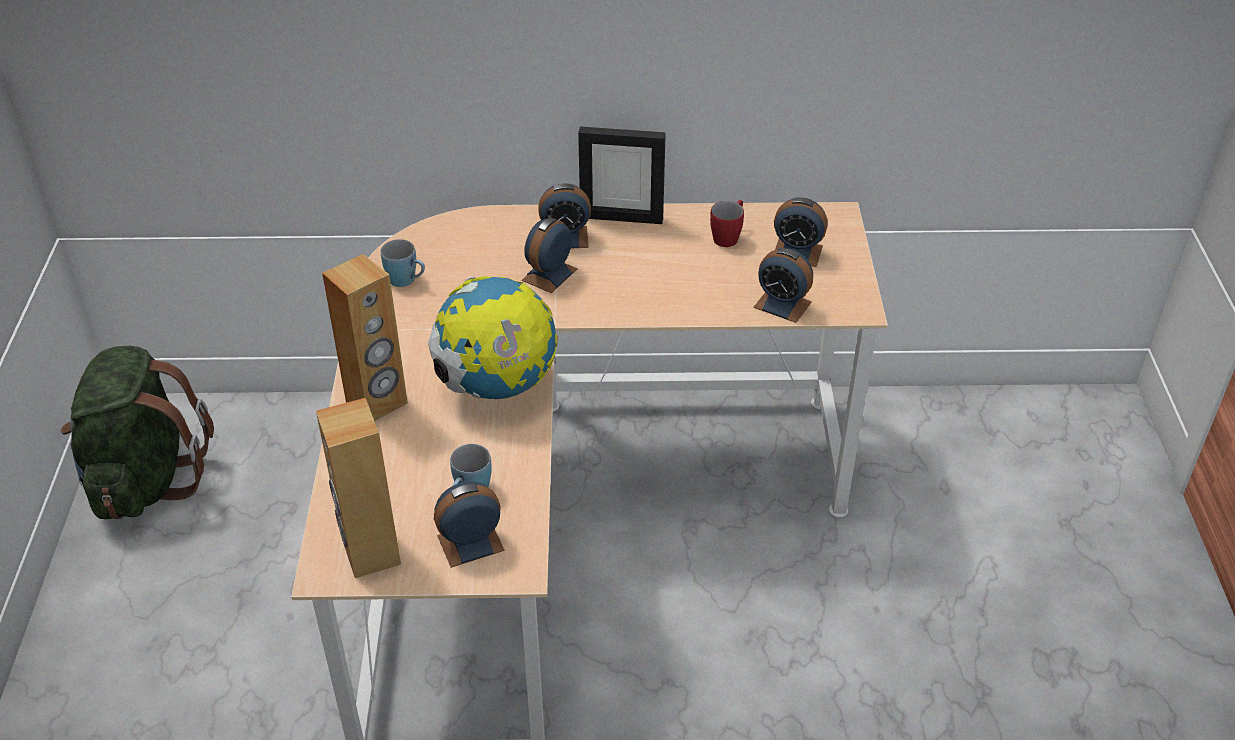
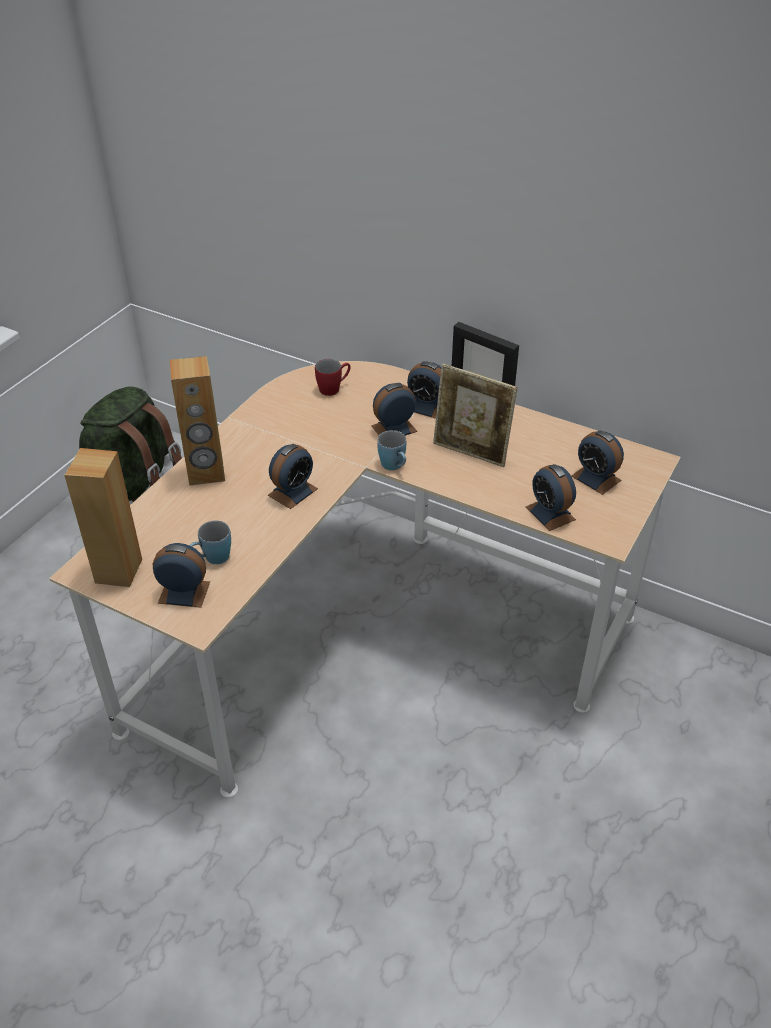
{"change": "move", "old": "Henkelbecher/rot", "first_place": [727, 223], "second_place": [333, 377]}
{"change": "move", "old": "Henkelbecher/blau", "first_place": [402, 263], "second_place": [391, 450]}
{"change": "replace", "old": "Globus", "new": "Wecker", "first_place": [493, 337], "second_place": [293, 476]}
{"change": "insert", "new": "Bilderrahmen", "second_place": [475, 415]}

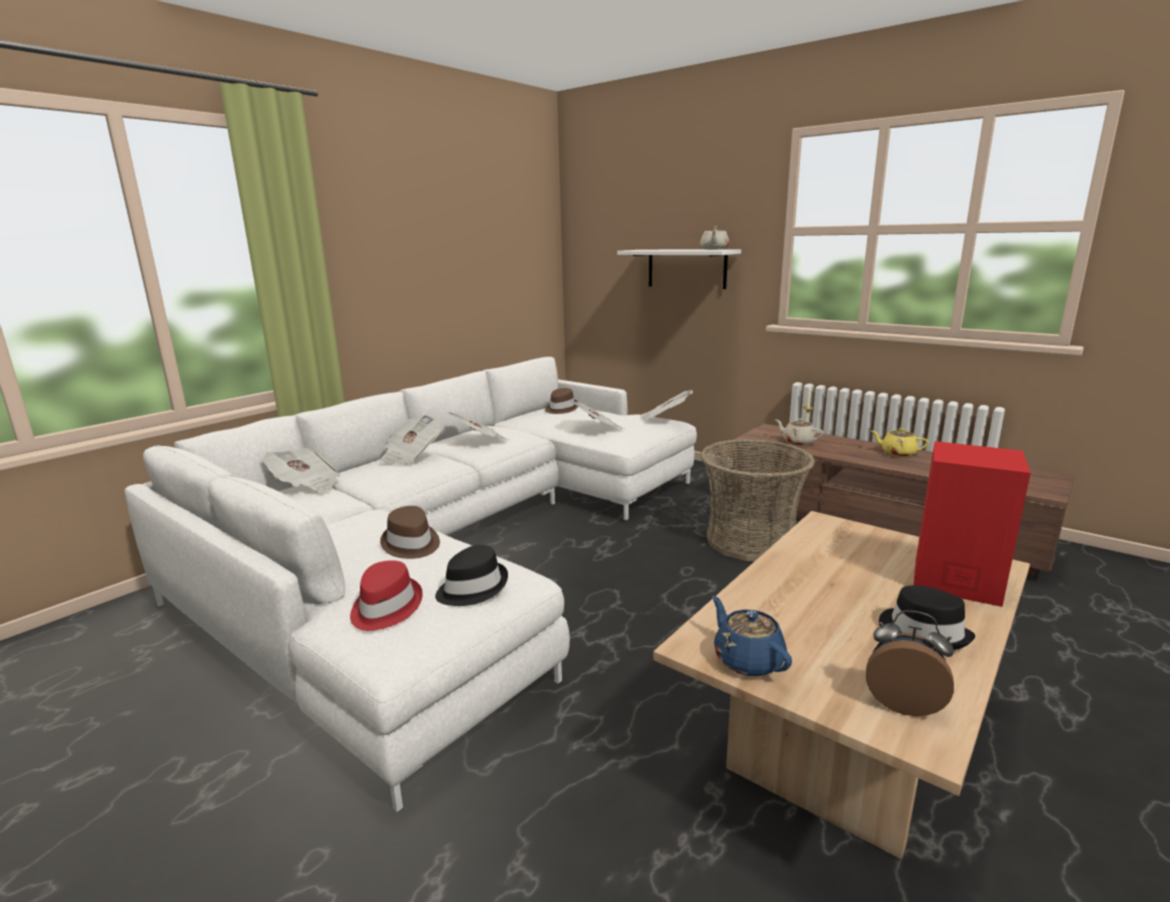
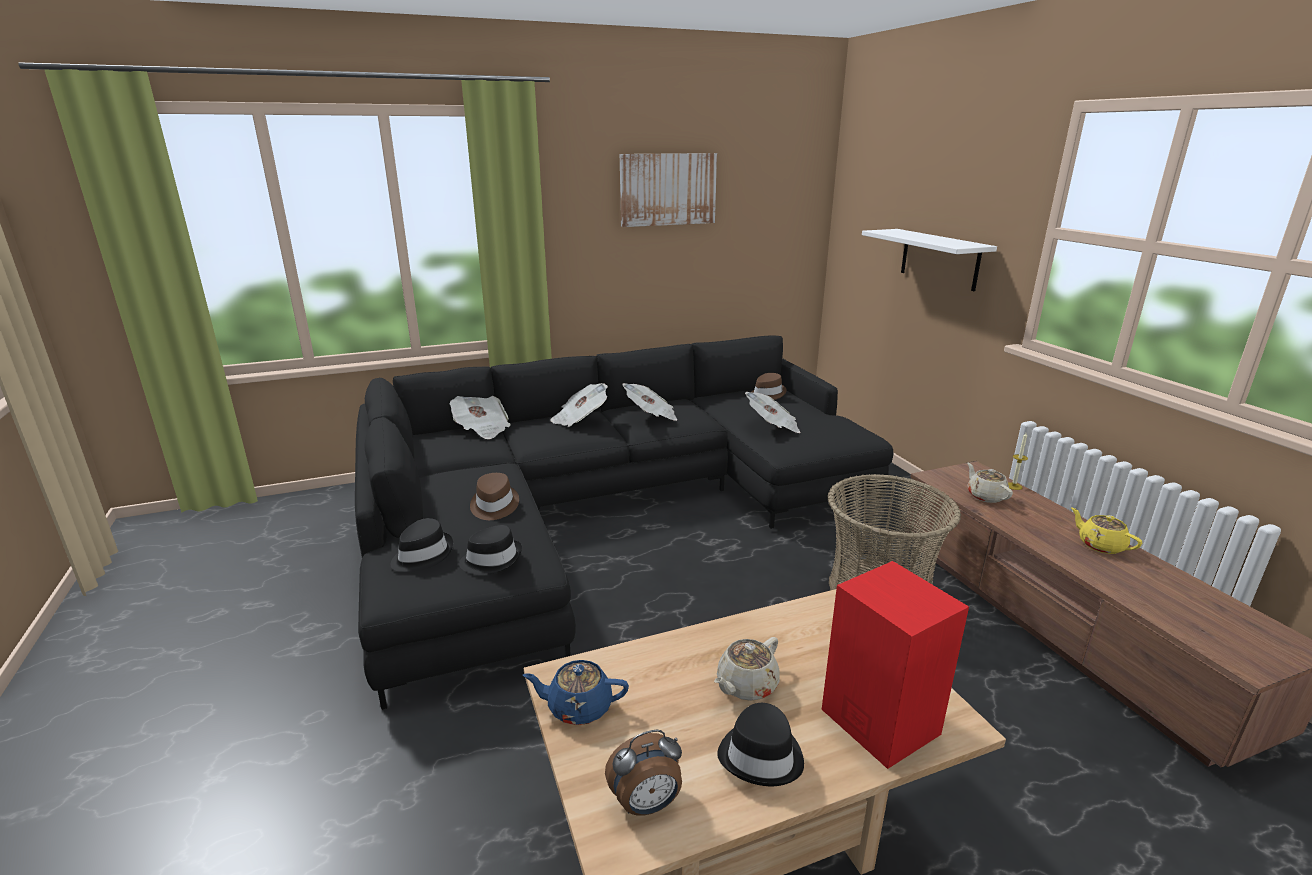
{"change": "move", "old": "Teekanne/beige", "first_place": [714, 238], "second_place": [747, 669]}
{"change": "recolor", "old": "Sofa/weiß", "new": "Sofa/schwarz", "first_place": [410, 584], "second_place": [624, 522]}
{"change": "delete", "old": "Zeitung", "first_place": [666, 405]}
{"change": "recolor", "old": "Hut/rot", "new": "Hut/schwarz", "first_place": [386, 595], "second_place": [422, 545]}
{"change": "rotate", "old": "Teekanne/blau", "first_place": [752, 636], "second_place": [576, 692], "degrees": -90}
{"change": "rotate", "old": "Wecker", "first_place": [910, 663], "second_place": [643, 773], "degrees": 105}
{"change": "insert", "new": "Bild", "second_place": [668, 190]}

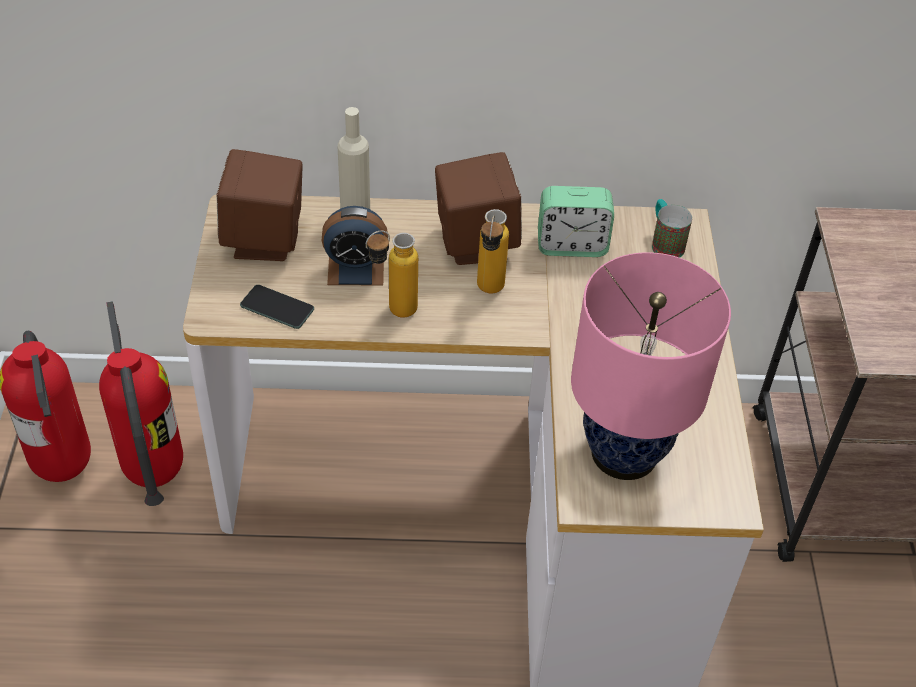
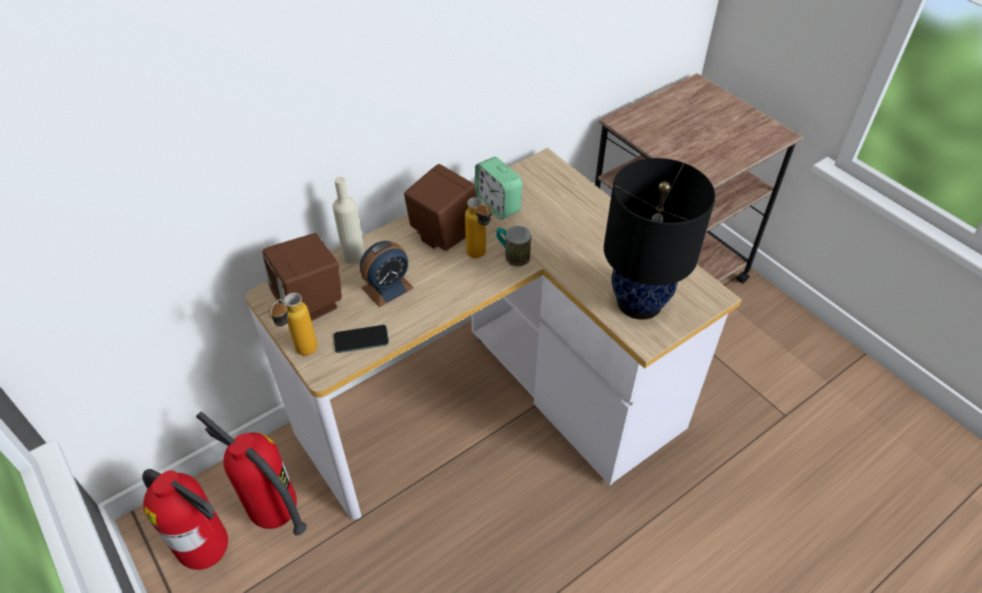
{"change": "rotate", "old": "Wecker", "first_place": [576, 221], "second_place": [499, 188], "degrees": 90}
{"change": "move", "old": "Henkelbecher", "first_place": [672, 228], "second_place": [513, 246]}
{"change": "move", "old": "Flasche", "first_place": [392, 274], "second_place": [293, 324]}
{"change": "recolor", "old": "Tischlampe/rosa", "new": "Tischlampe/schwarz", "first_place": [651, 366], "second_place": [659, 239]}

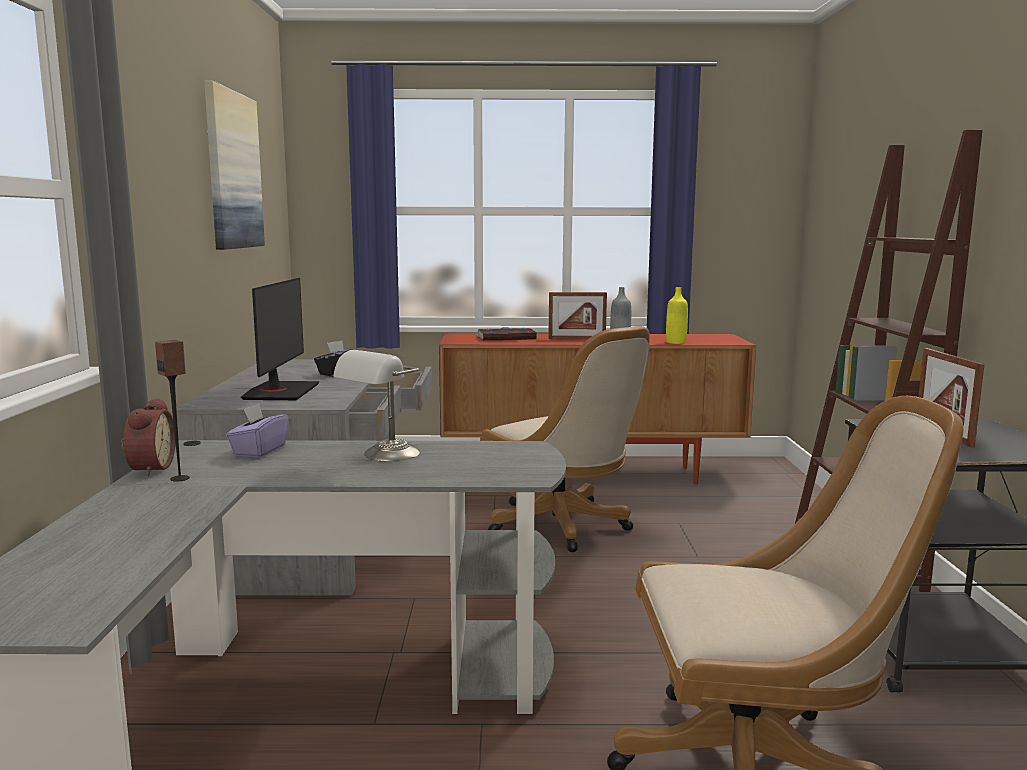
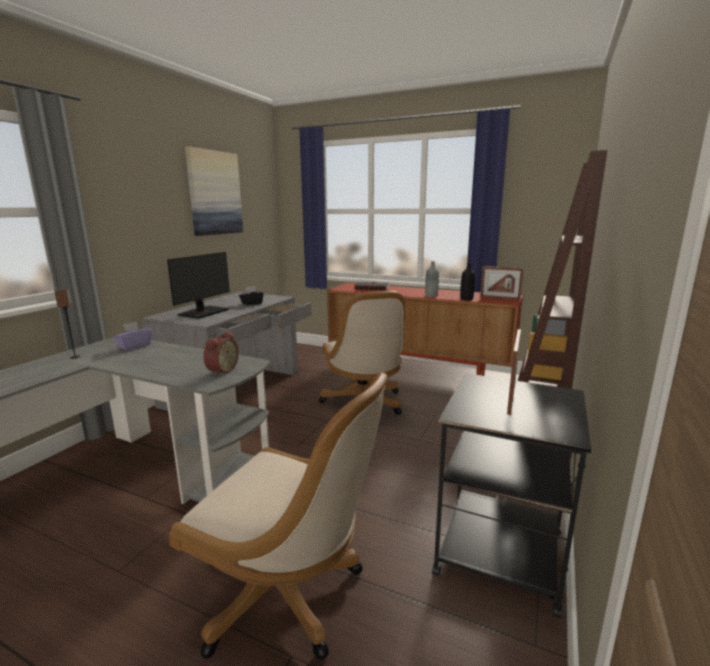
{"change": "recolor", "old": "Flasche/gelb", "new": "Flasche/schwarz", "first_place": [677, 315], "second_place": [467, 281]}
{"change": "move", "old": "Bilderrahmen", "first_place": [577, 315], "second_place": [502, 283]}
{"change": "delete", "old": "Tischlampe/weiß", "first_place": [376, 405]}
{"change": "move", "old": "Wecker", "first_place": [148, 437], "second_place": [221, 353]}

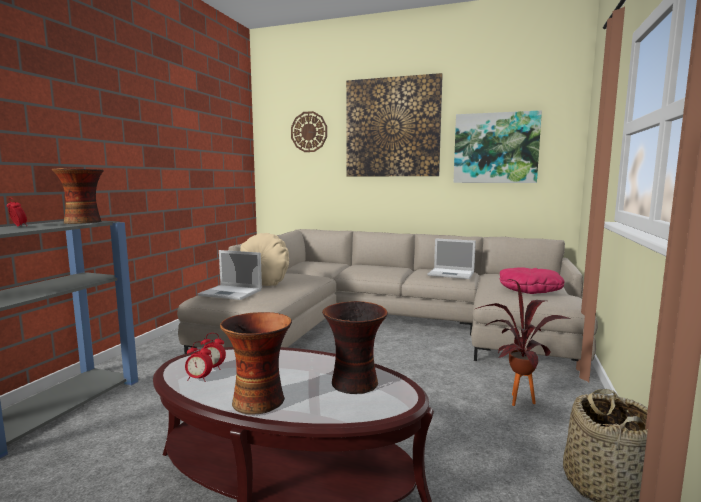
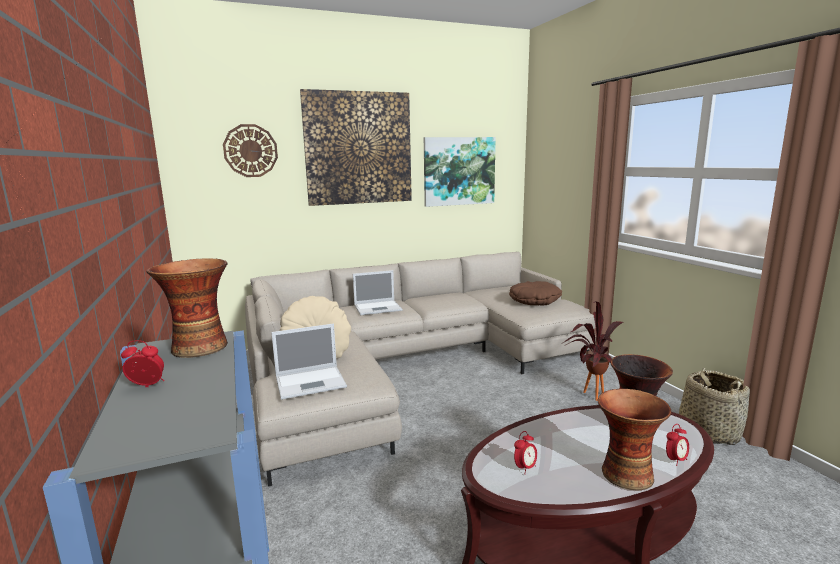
{"change": "move", "old": "Laptop", "first_place": [451, 258], "second_place": [377, 292]}
{"change": "recolor", "old": "Kissen/rosa", "new": "Kissen/braun", "first_place": [532, 280], "second_place": [535, 293]}
{"change": "move", "old": "Wecker", "first_place": [199, 362], "second_place": [677, 445]}

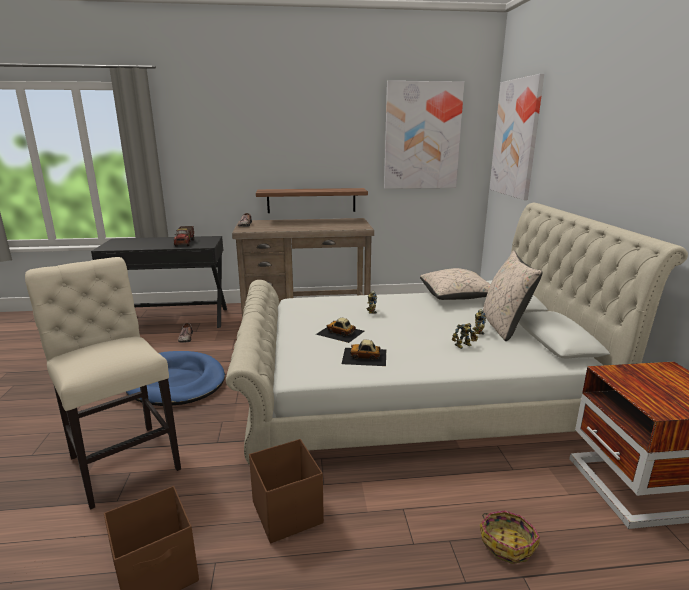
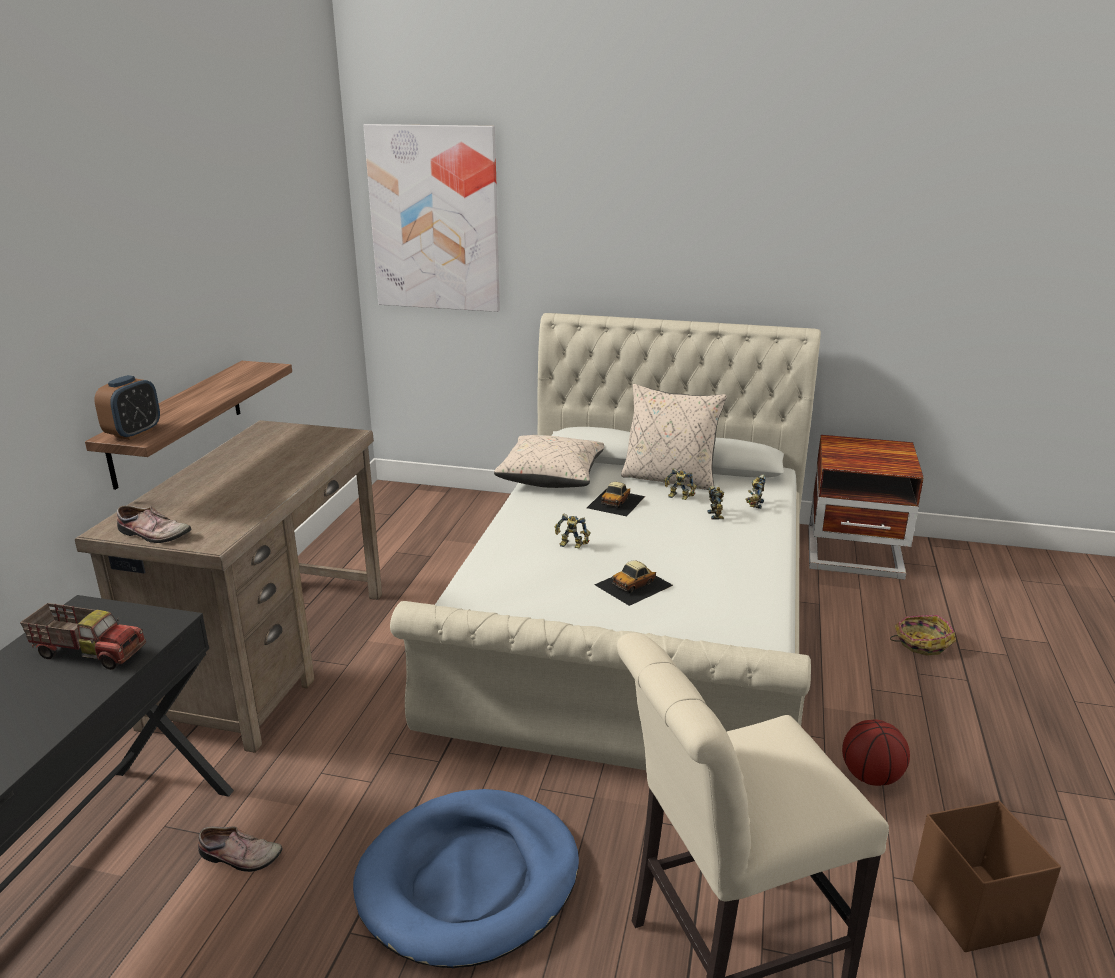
{"change": "delete", "old": "Bild", "first_place": [424, 135]}
{"change": "move", "old": "Spielzeugauto", "first_place": [364, 352], "second_place": [616, 499]}
{"change": "replace", "old": "Aufbewahrungsbox/braun", "new": "Basketball", "first_place": [286, 491], "second_place": [876, 753]}
{"change": "insert", "new": "Wecker", "second_place": [127, 407]}
{"change": "insert", "new": "Spielzeugroboter", "second_place": [755, 491]}

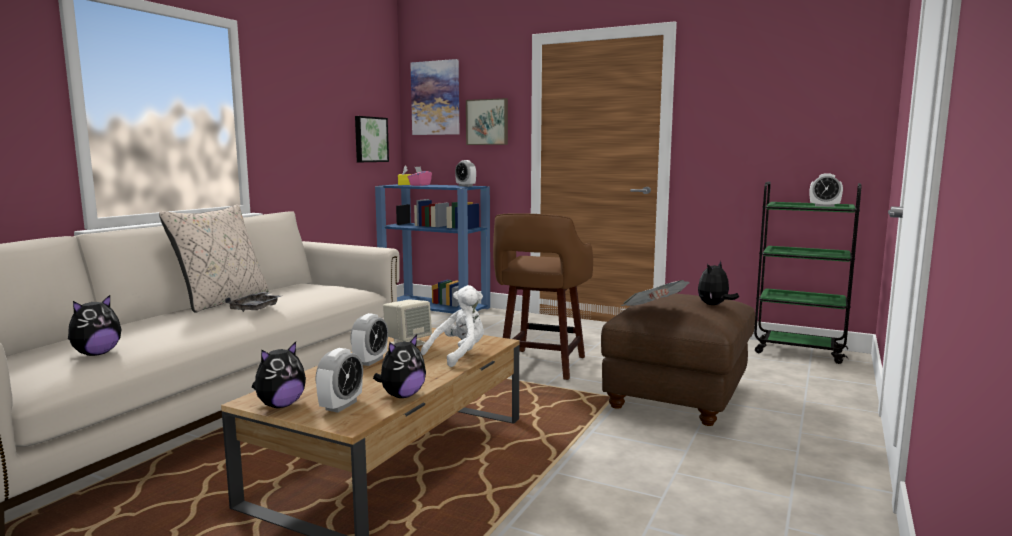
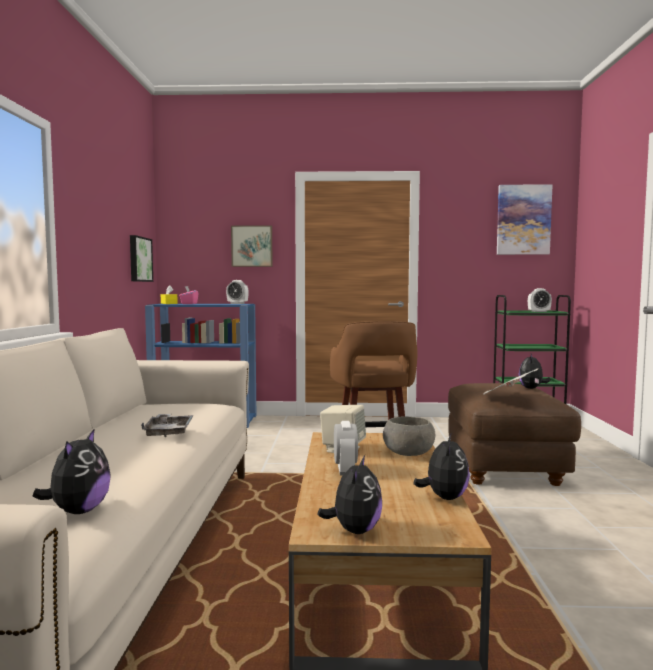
{"change": "move", "old": "Bild", "first_place": [435, 97], "second_place": [525, 219]}
{"change": "delete", "old": "Kissen/beige", "first_place": [214, 258]}
{"change": "replace", "old": "Plüschtier/weiß", "new": "Schüssel/grau", "first_place": [452, 326], "second_place": [409, 436]}
{"change": "delete", "old": "Wecker", "first_place": [339, 380]}

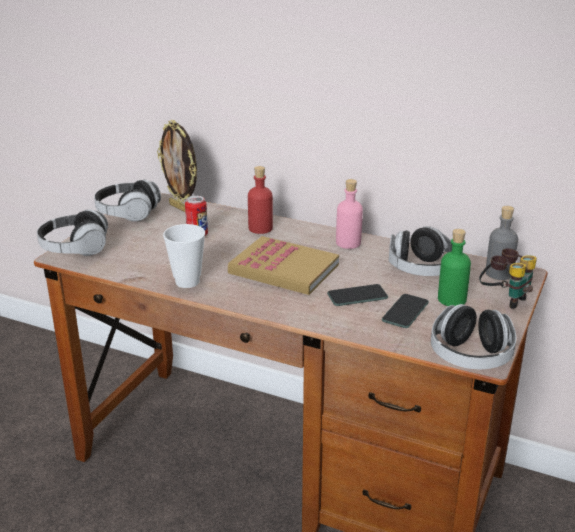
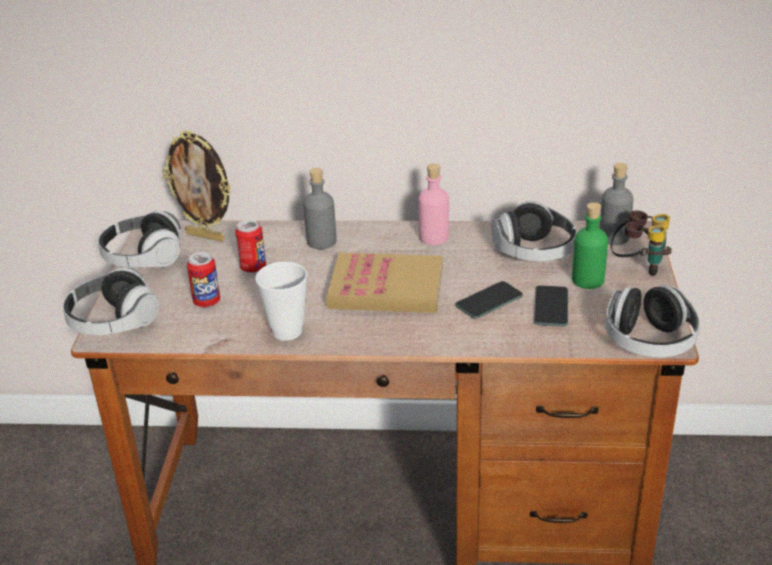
{"change": "recolor", "old": "Flasche/rot", "new": "Flasche/grau", "first_place": [260, 200], "second_place": [320, 208]}
{"change": "insert", "new": "Dose", "second_place": [203, 279]}

